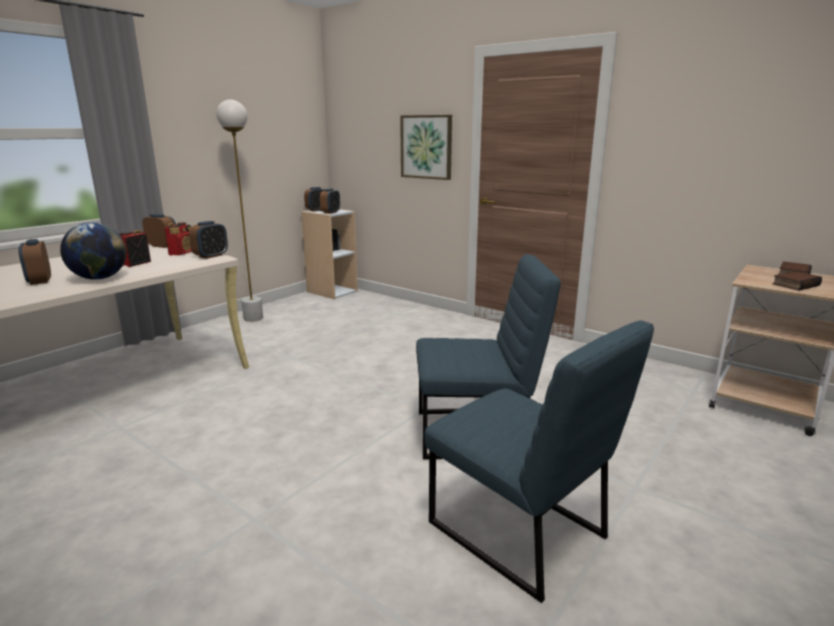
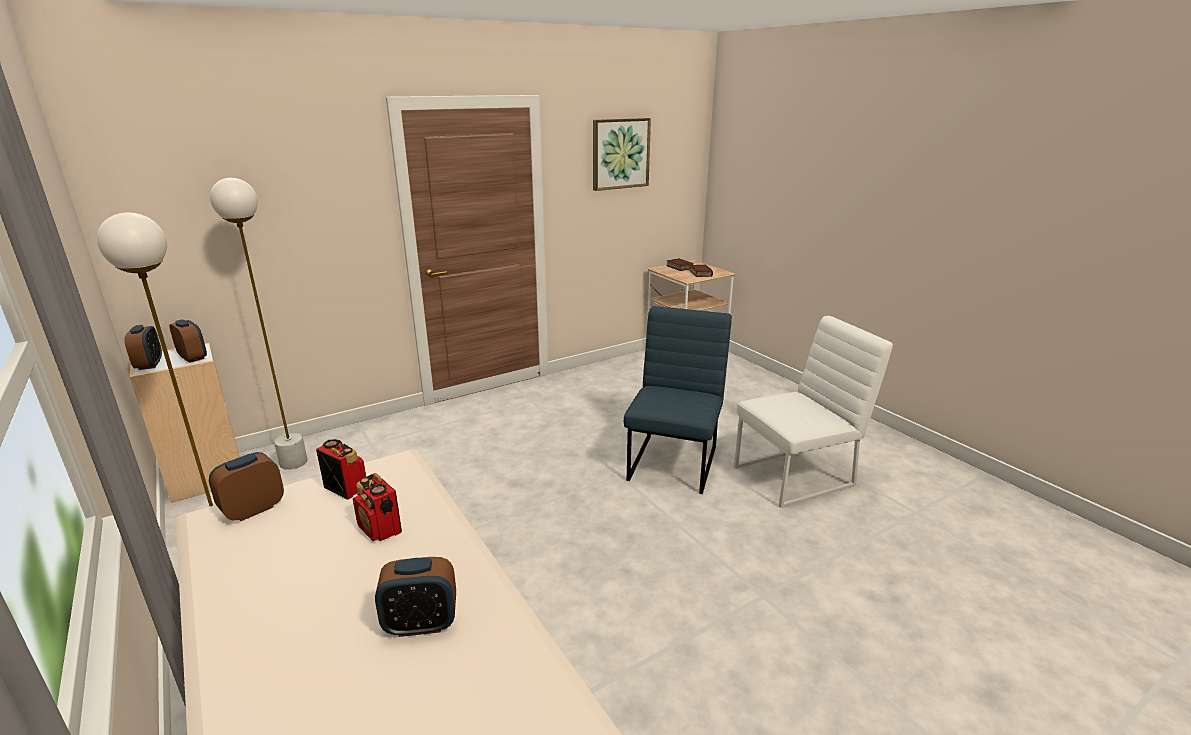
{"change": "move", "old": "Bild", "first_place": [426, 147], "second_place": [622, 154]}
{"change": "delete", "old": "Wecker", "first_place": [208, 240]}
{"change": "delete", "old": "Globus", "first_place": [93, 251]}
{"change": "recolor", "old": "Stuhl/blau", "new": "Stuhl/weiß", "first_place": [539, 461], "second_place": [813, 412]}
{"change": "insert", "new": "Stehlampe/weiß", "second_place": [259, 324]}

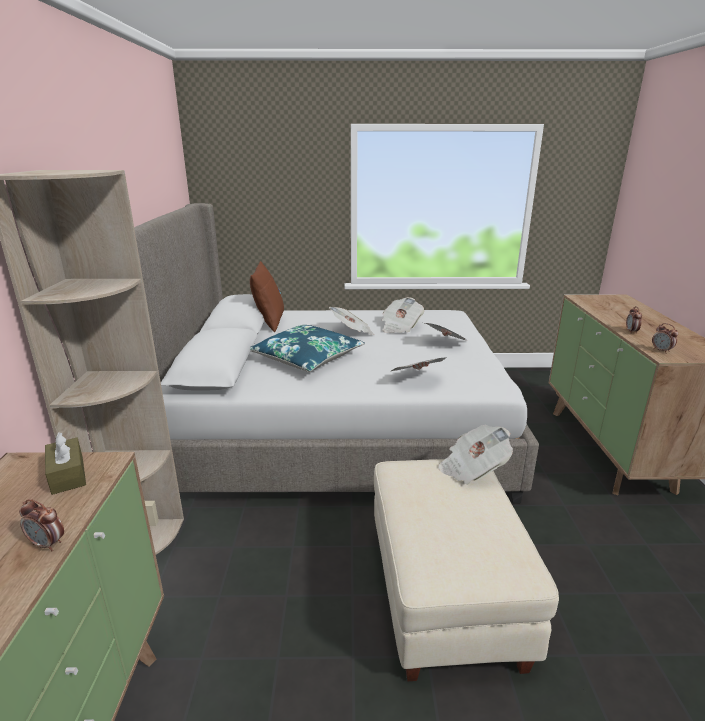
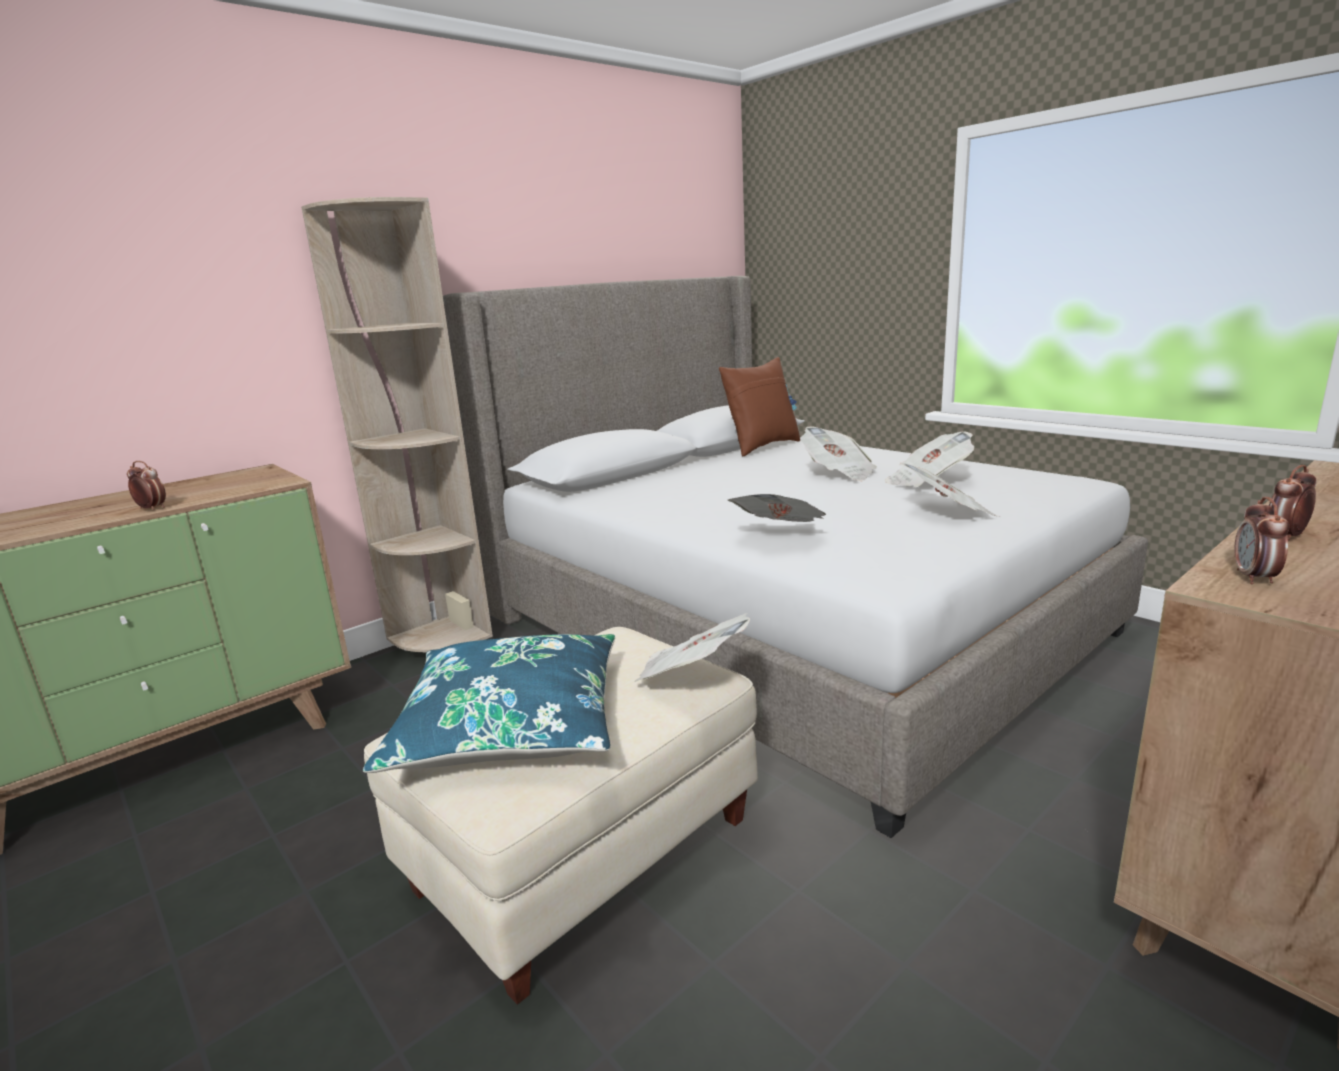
{"change": "move", "old": "Kissen/blau", "first_place": [307, 348], "second_place": [489, 703]}
{"change": "delete", "old": "Taschentuchbox/braun", "first_place": [65, 463]}
{"change": "rotate", "old": "Wecker", "first_place": [41, 525], "second_place": [146, 485], "degrees": 135}

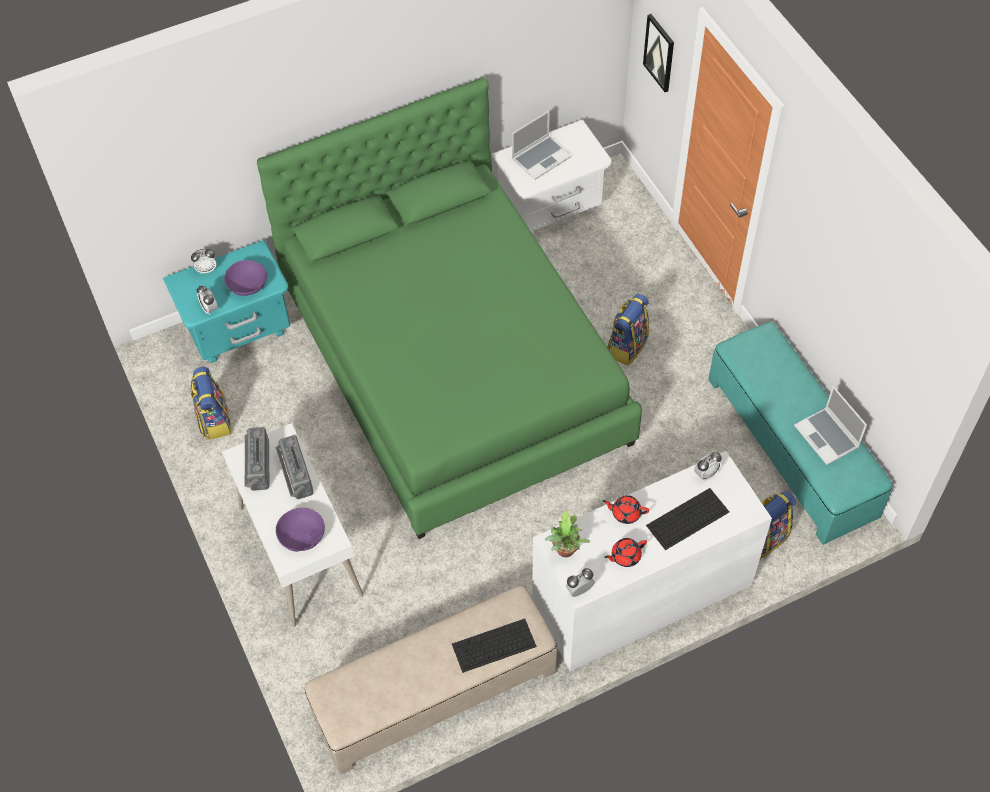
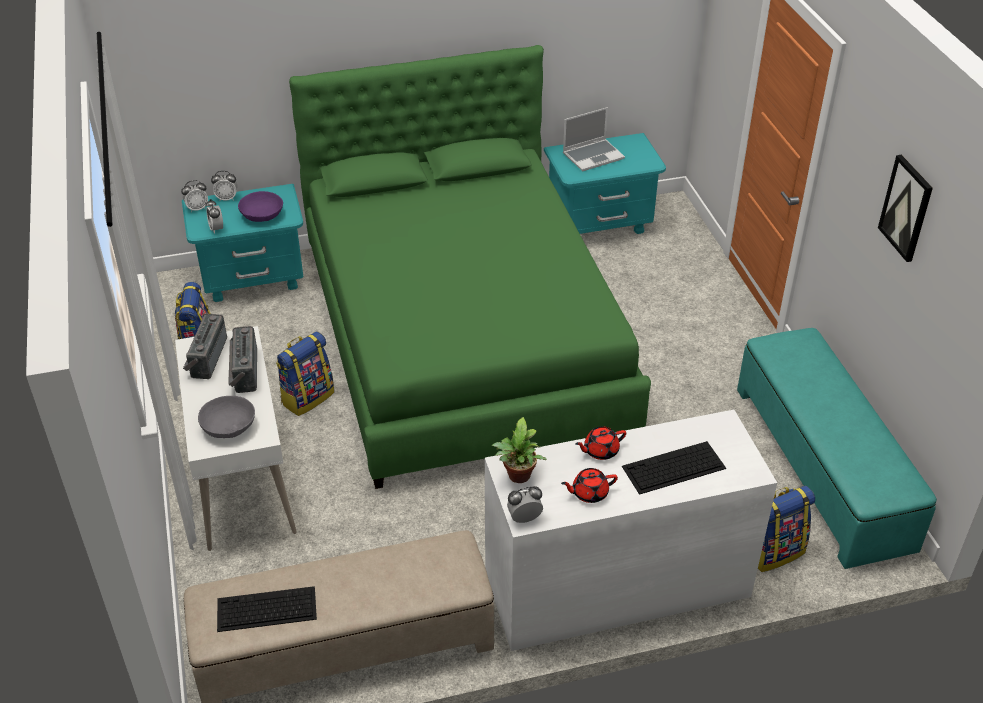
{"change": "move", "old": "Bild", "first_place": [658, 53], "second_place": [905, 208]}
{"change": "recolor", "old": "Nachttisch/weiß", "new": "Nachttisch/türkis", "first_place": [552, 177], "second_place": [605, 183]}
{"change": "move", "old": "Rucksack", "first_place": [628, 330], "second_place": [305, 373]}
{"change": "delete", "old": "Laptop", "first_place": [830, 425]}
{"change": "move", "old": "Wecker", "first_place": [708, 466], "second_place": [194, 196]}
{"change": "rotate", "old": "Teekanne/rot", "first_place": [626, 509], "second_place": [600, 443], "degrees": -45}
{"change": "recolor", "old": "Schüssel/lila", "new": "Schüssel/grau", "first_place": [300, 530], "second_place": [226, 417]}
{"change": "move", "old": "Tastatur", "first_place": [494, 646], "second_place": [267, 609]}

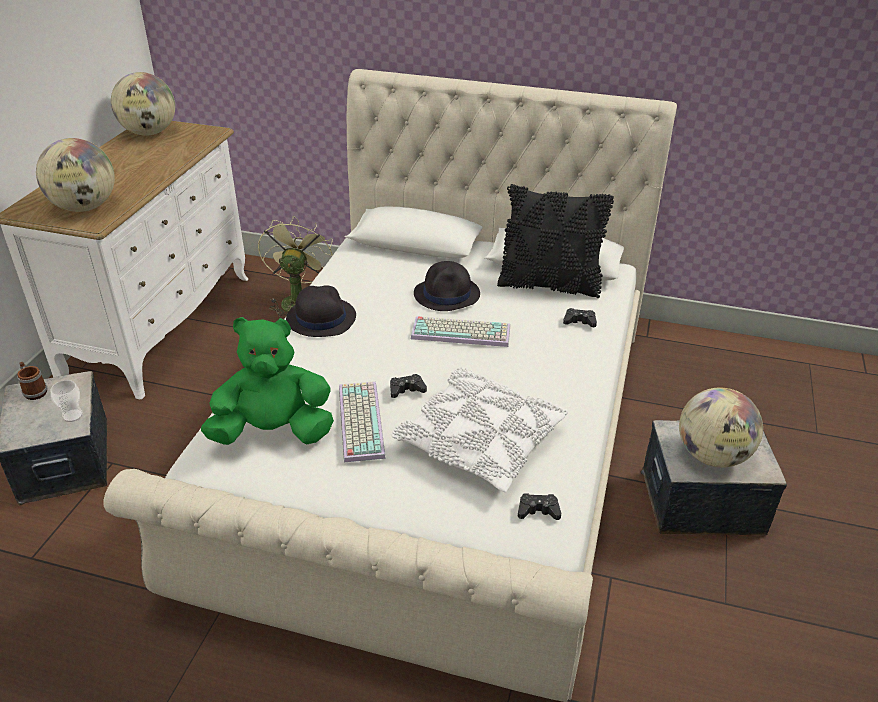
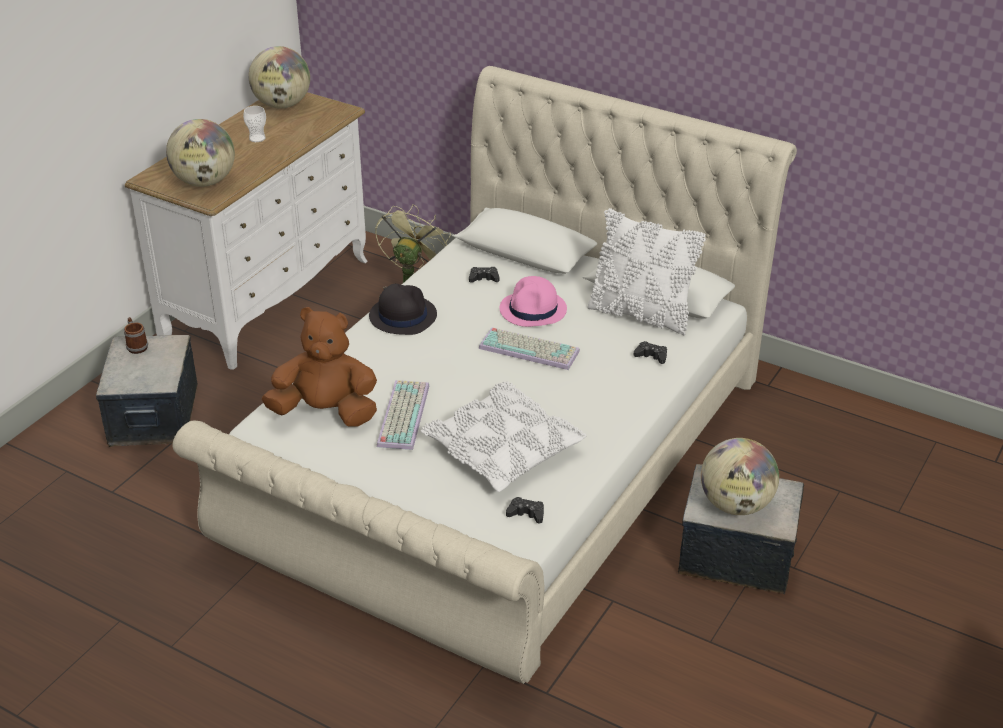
{"change": "recolor", "old": "Kissen/schwarz", "new": "Kissen/weiß", "first_place": [555, 241], "second_place": [646, 271]}
{"change": "recolor", "old": "Hut/schwarz", "new": "Hut/rosa", "first_place": [447, 286], "second_place": [533, 301]}
{"change": "recolor", "old": "Plüschtier/grün", "new": "Plüschtier/braun", "first_place": [267, 381], "second_place": [319, 367]}
{"change": "move", "old": "Gamepad/schwarz", "first_place": [408, 386], "second_place": [484, 275]}
{"change": "move", "old": "Tasse", "first_place": [67, 401], "second_place": [254, 124]}

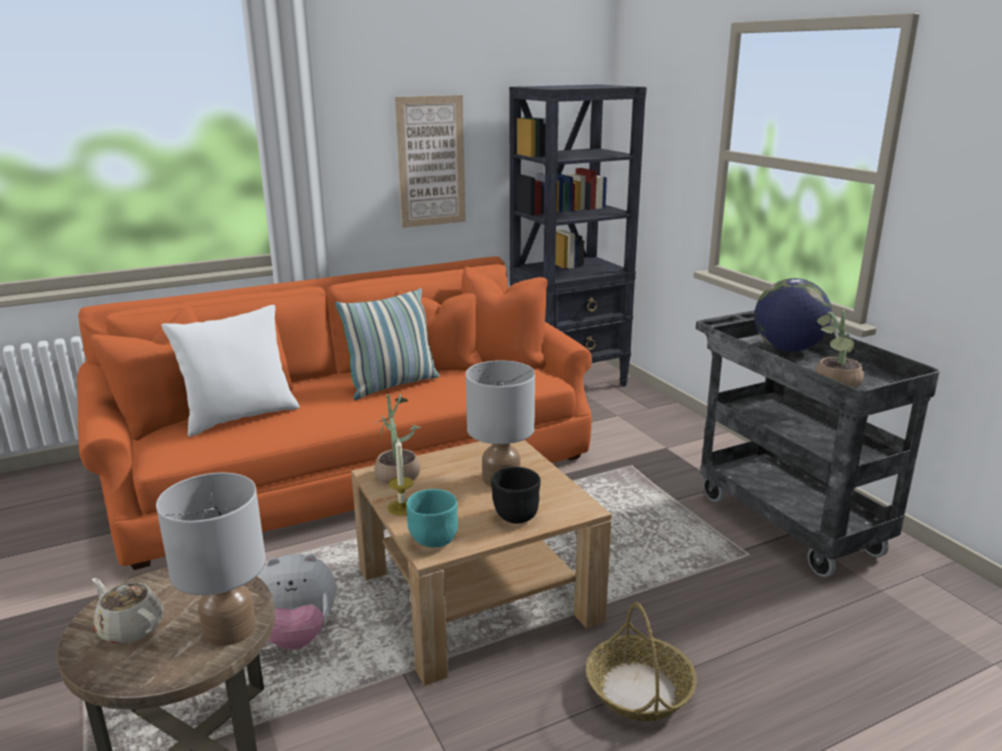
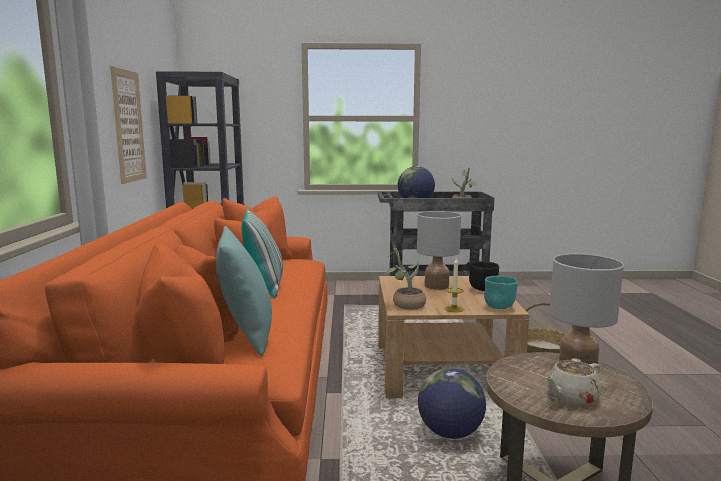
{"change": "recolor", "old": "Kissen/weiß", "new": "Kissen/türkis", "first_place": [231, 371], "second_place": [244, 291]}
{"change": "replace", "old": "Plüschtier", "new": "Globus", "first_place": [296, 602], "second_place": [452, 403]}

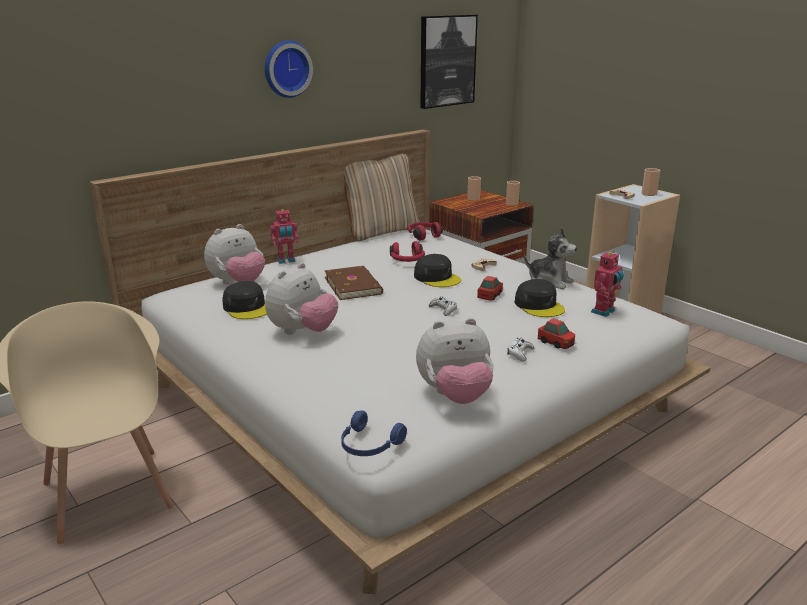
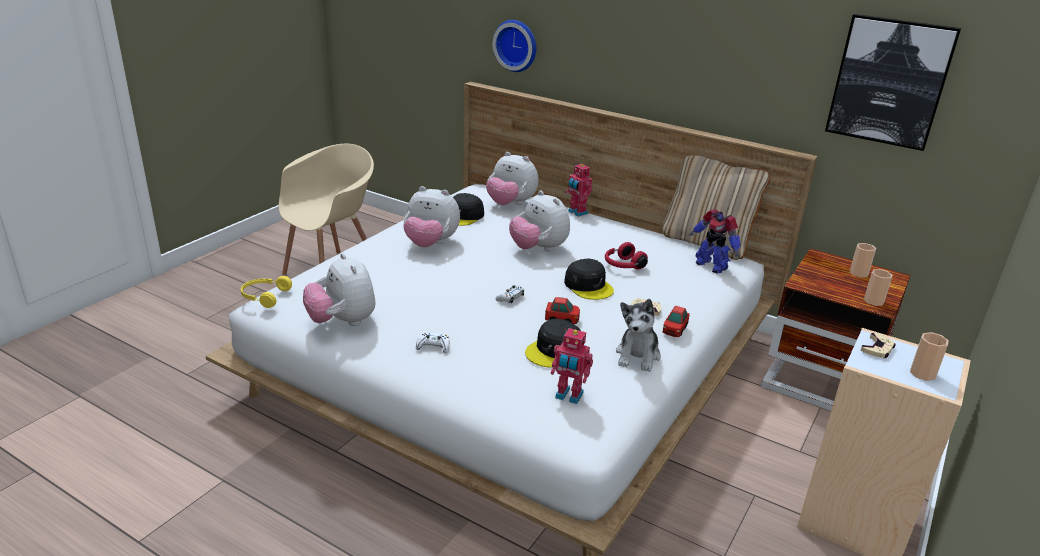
{"change": "move", "old": "Wanduhr", "first_place": [289, 69], "second_place": [514, 46]}
{"change": "replace", "old": "Kopfhörer/rot", "new": "Spielzeugroboter", "first_place": [425, 231], "second_place": [715, 241]}
{"change": "rotate", "old": "Kappe/schwarz", "first_place": [437, 270], "second_place": [589, 279], "degrees": -60}
{"change": "replace", "old": "Buch/braun", "new": "Plüschtier", "first_place": [353, 283], "second_place": [539, 221]}
{"change": "move", "old": "Spielzeugauto", "first_place": [556, 333], "second_place": [676, 321]}
{"change": "recolor", "old": "Kopfhörer/blau", "new": "Kopfhörer/gelb", "first_place": [374, 433], "second_place": [266, 292]}

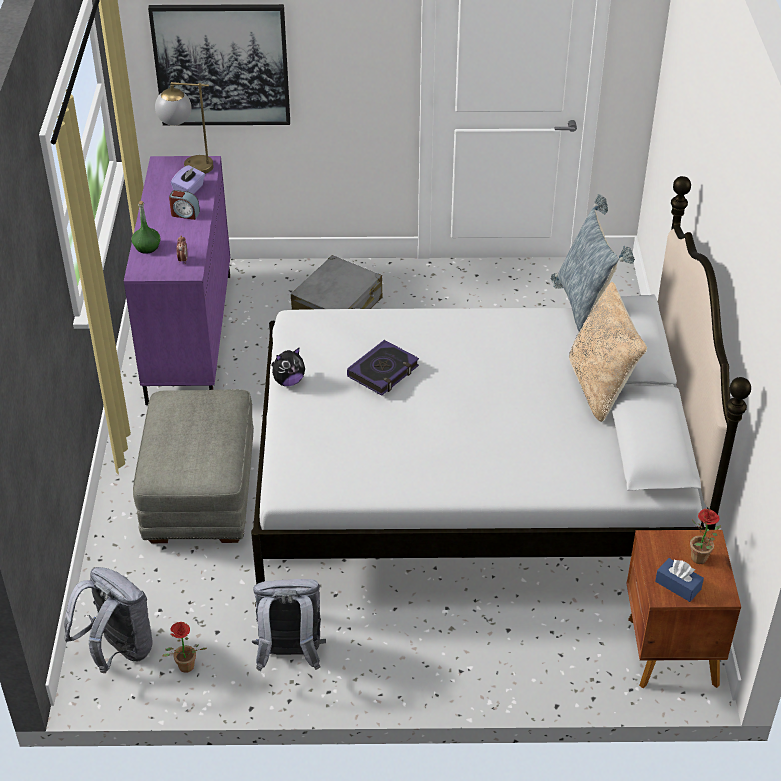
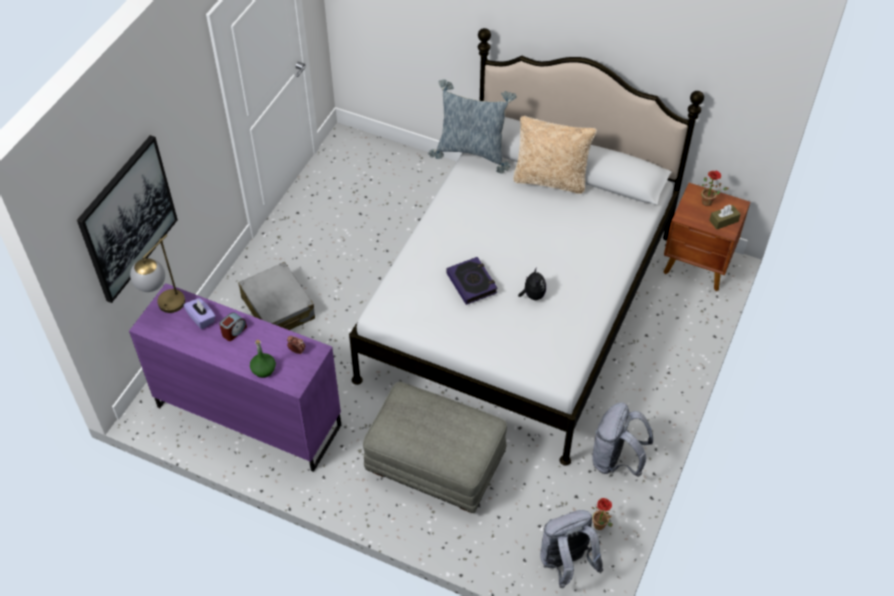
{"change": "move", "old": "Plüschtier", "first_place": [288, 367], "second_place": [532, 284]}
{"change": "recolor", "old": "Taschentuchbox/blau", "new": "Taschentuchbox/braun", "first_place": [679, 580], "second_place": [725, 217]}

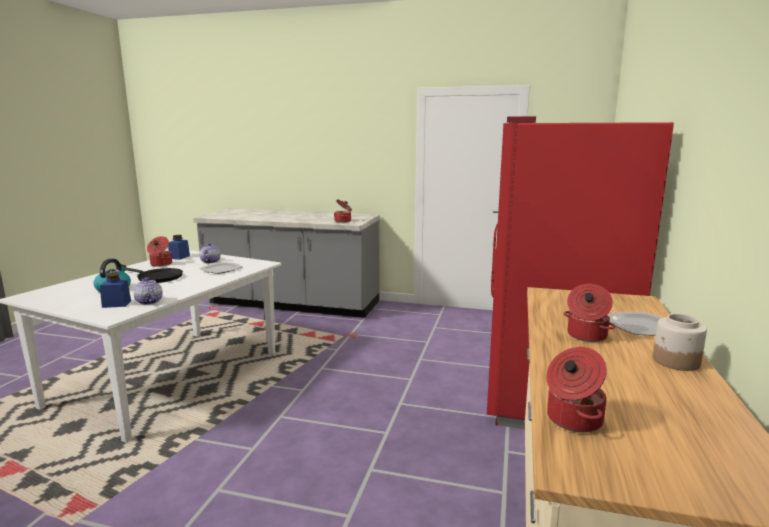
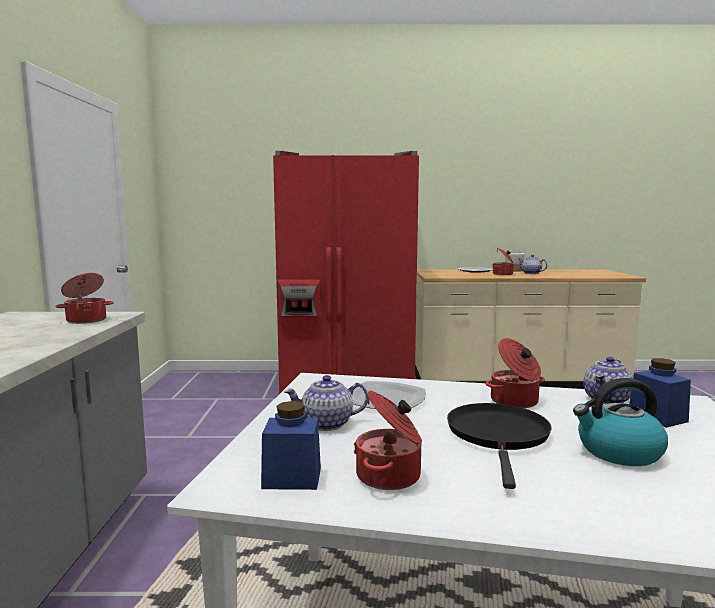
{"change": "move", "old": "Kochtopf", "first_place": [576, 390], "second_place": [515, 373]}
{"change": "insert", "new": "Teekanne", "second_place": [532, 264]}

